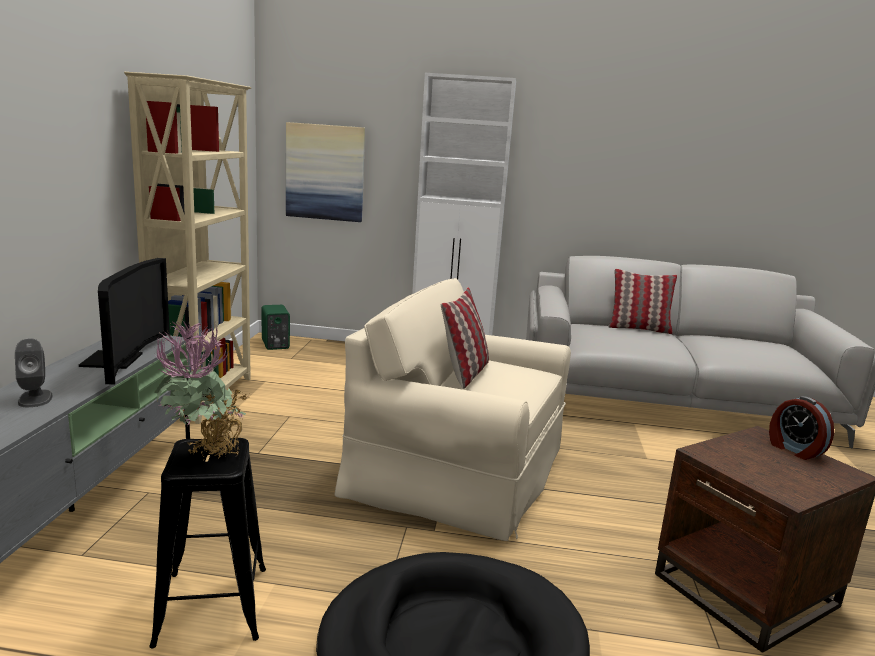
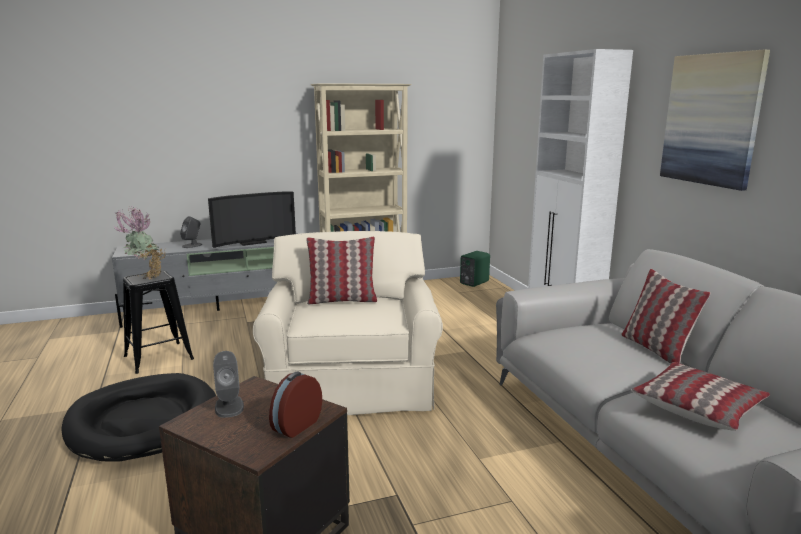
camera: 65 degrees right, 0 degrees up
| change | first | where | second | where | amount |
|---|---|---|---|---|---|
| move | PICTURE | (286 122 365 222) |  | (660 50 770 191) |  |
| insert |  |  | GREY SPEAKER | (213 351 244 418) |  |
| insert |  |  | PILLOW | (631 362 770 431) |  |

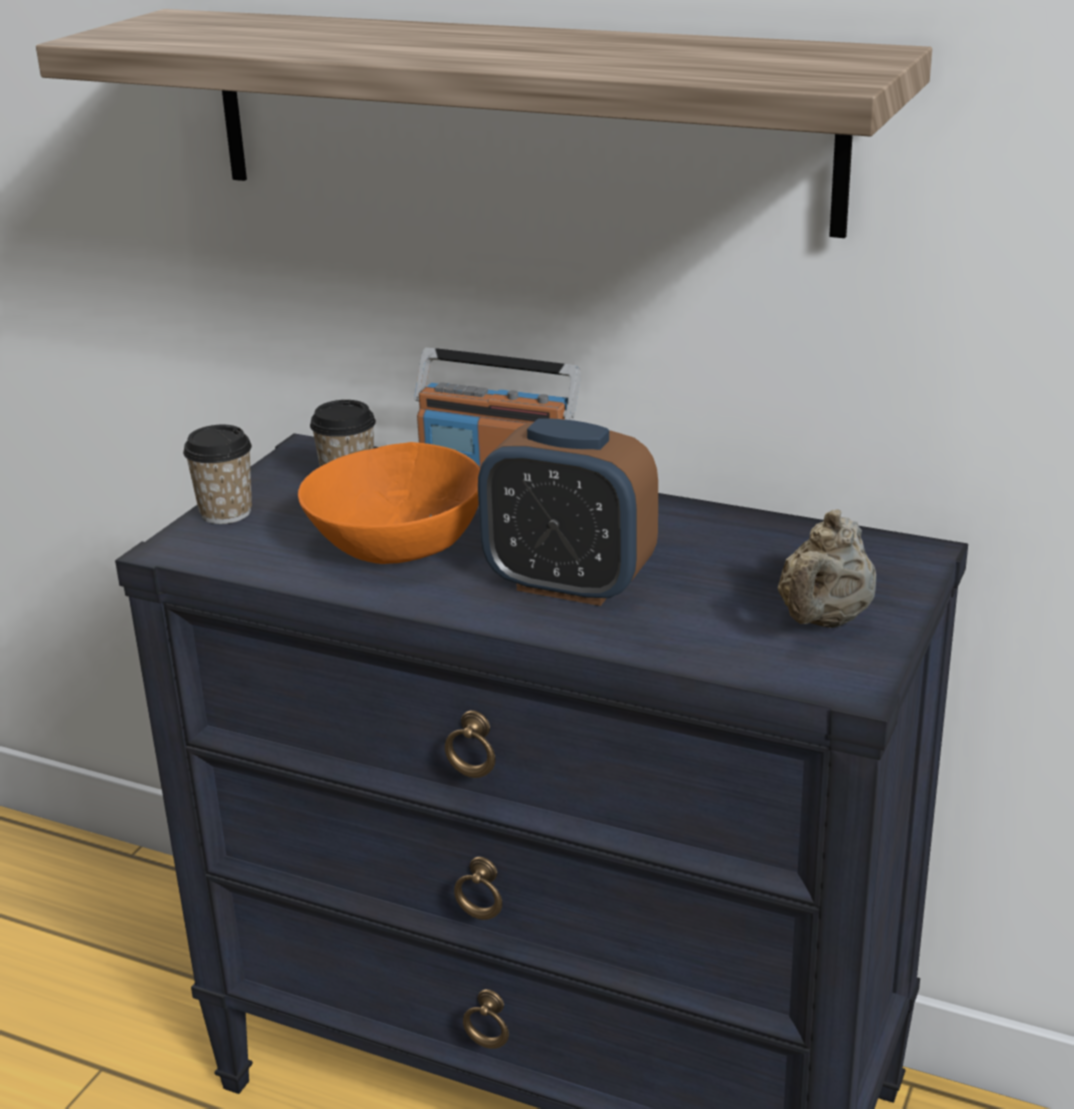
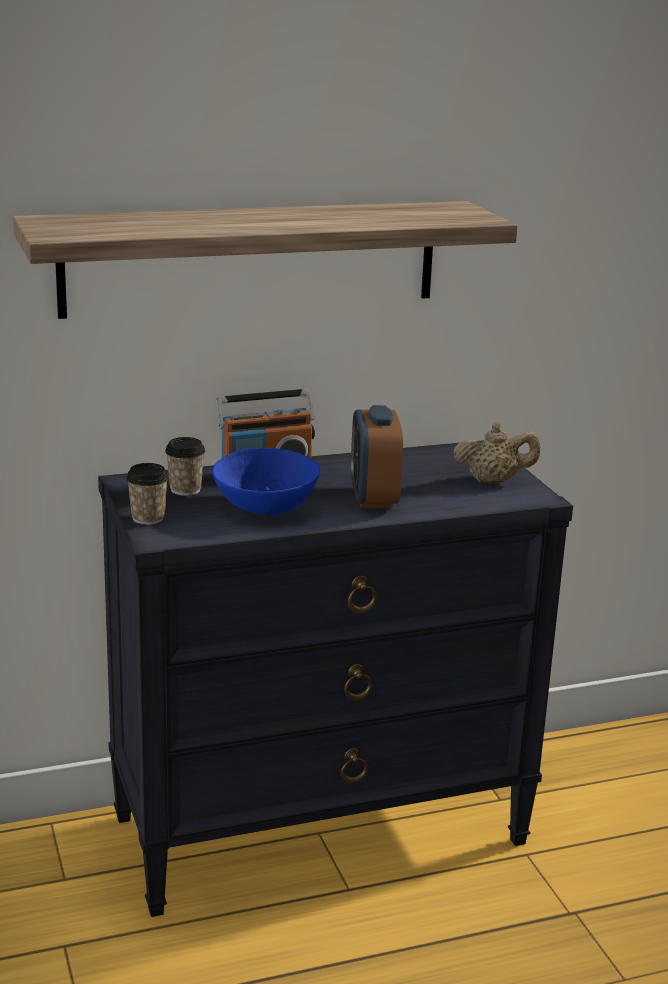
camera: 45 degrees left, 5 degrees down
| change | first | where | second | where | amount |
|---|---|---|---|---|---|
| rotate | ALARM CLOCK | (478 418 658 606) |  | (351 405 403 508) | 105 degrees clockwise |
| recolor | ORANGE BOWL | (298 442 480 564) | BLUE BOWL | (212 448 320 515) |  |
| rotate | BEIGE TEAPOT | (777 509 876 628) |  | (453 423 540 483) | 75 degrees counterclockwise |

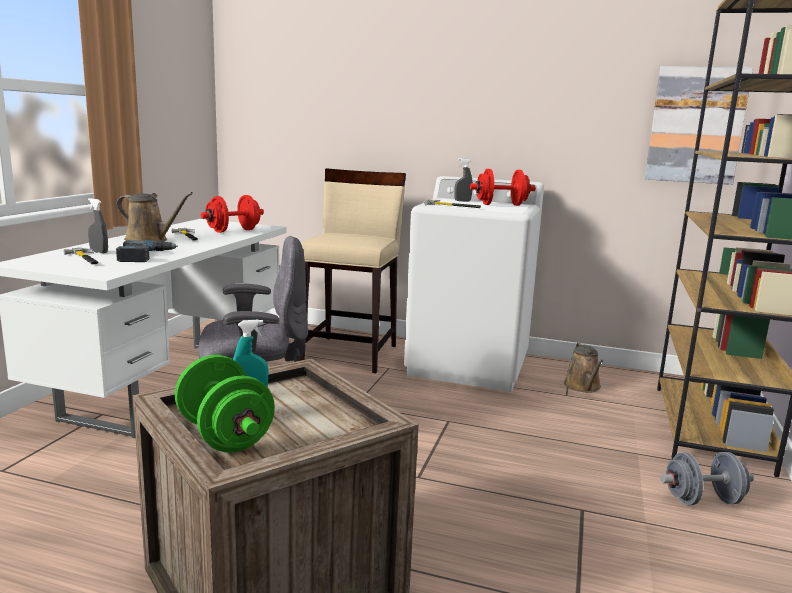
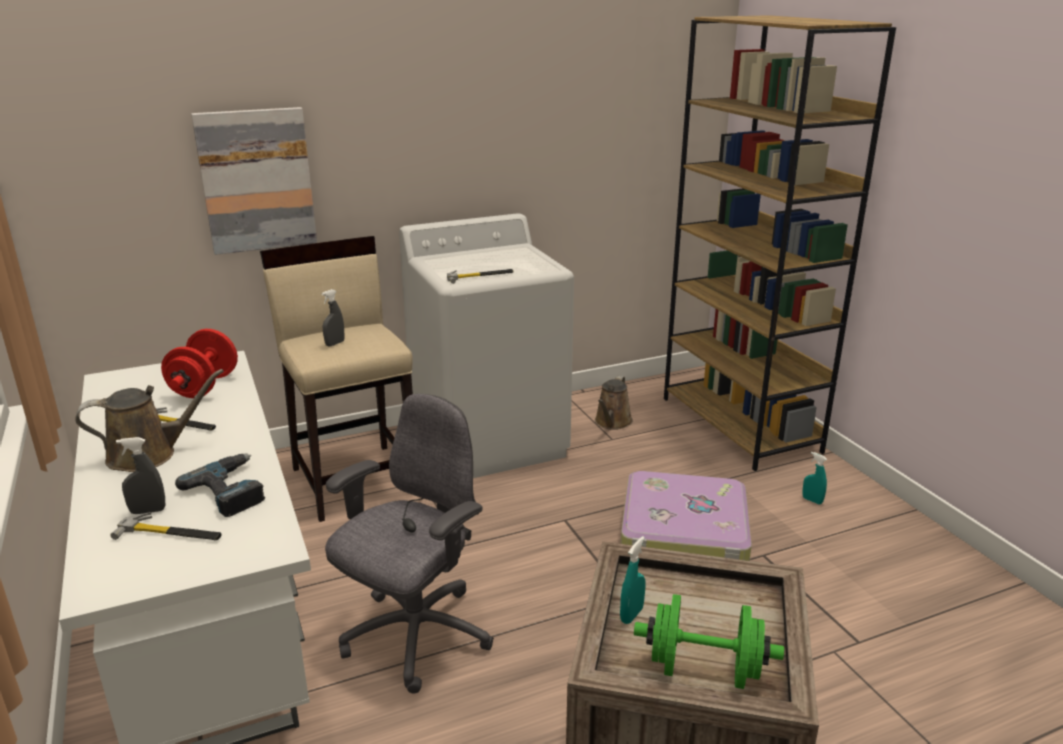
camera: 40 degrees left, 10 degrees up
| change | first | where | second | where | amount |
|---|---|---|---|---|---|
| move | PICTURE | (645 66 753 185) |  | (191 107 317 255) |  |
| move | GREY SPRAY BOTTLE | (454 158 473 201) |  | (321 289 344 347) |  |
| delete | RED DUMBBELL | (470 169 535 206) |  |  |  |
| rotate | BROWN WATERING CAN | (564 343 603 393) |  | (595 376 633 430) | 60 degrees clockwise |
| replace | GREY DUMBBELL | (661 452 754 505) | TURQUOISE SPRAY BOTTLE | (803 452 827 505) |  |
| insert |  |  | SUITCASE | (621 471 752 561) |  |

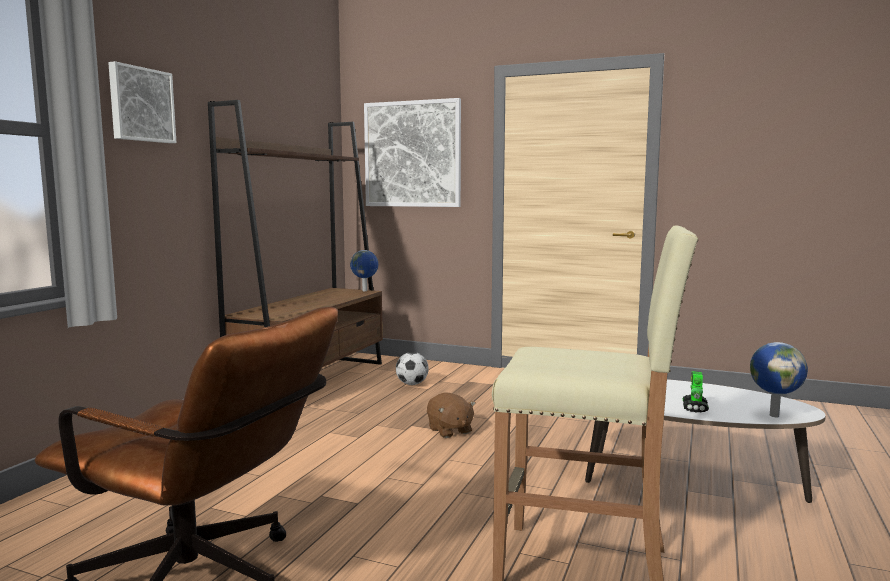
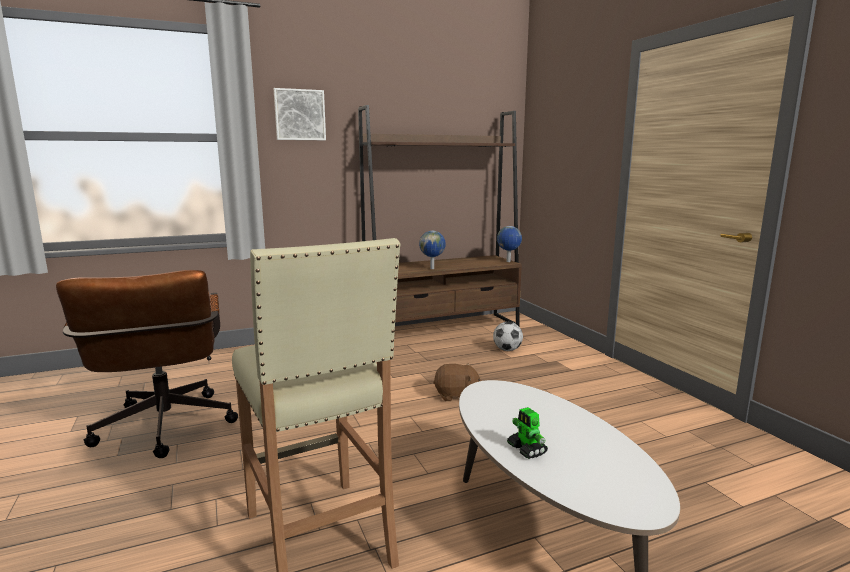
camera: 45 degrees right, 5 degrees up
| change | first | where | second | where | amount |
|---|---|---|---|---|---|
| delete | PICTURE | (364 98 461 207) |  |  |  |
| move | GLOBE | (750 342 808 417) |  | (419 231 446 269) |  |
| rotate | TOY ROBOT | (683 371 709 412) |  | (507 407 548 459) | 90 degrees counterclockwise |
| rotate | BROWN PLUSH TOY | (427 393 476 438) |  | (433 363 482 401) | 105 degrees counterclockwise |

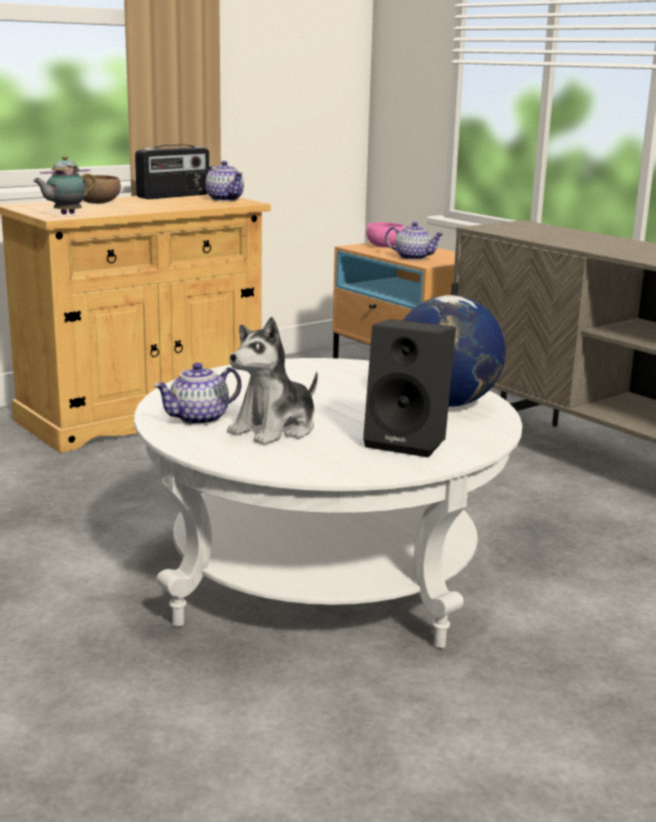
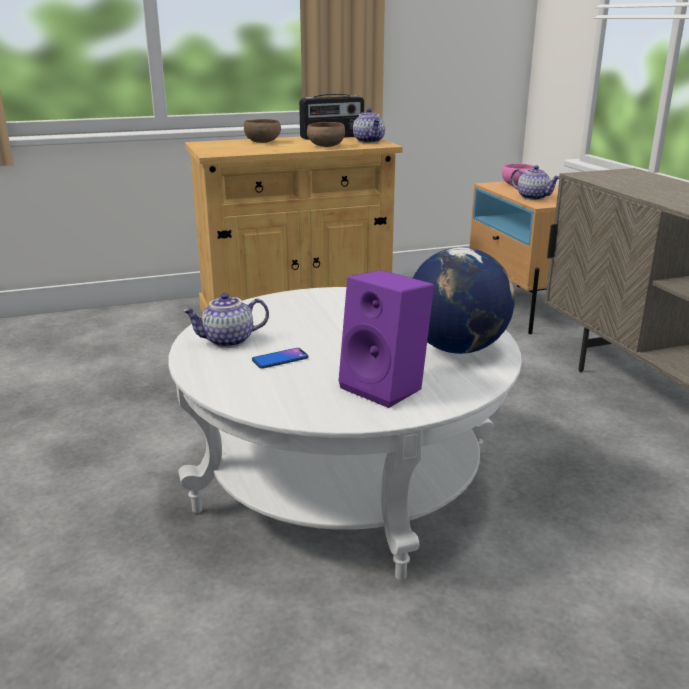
camera: 20 degrees right, 5 degrees up
| change | first | where | second | where | amount |
|---|---|---|---|---|---|
| delete | TEAPOT | (33 156 96 214) |  |  |  |
| replace | PLUSH TOY | (227 317 318 445) | PHONE | (252 348 308 369) |  |
| recolor | BLACK SPEAKER | (363 319 456 458) | PURPLE SPEAKER | (338 270 434 408) |  |
| insert |  |  | BROWN BOWL | (307 122 345 147) |  |

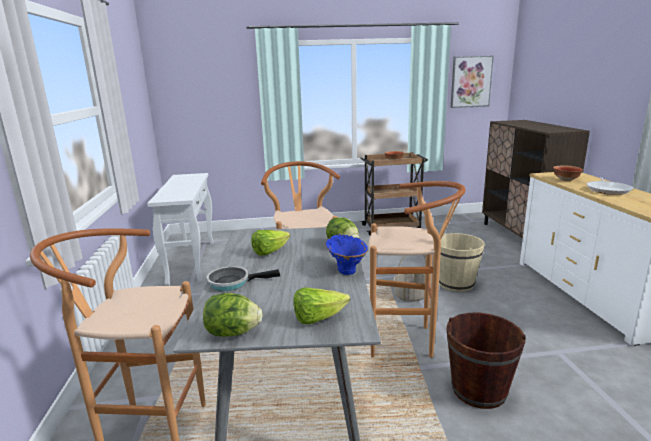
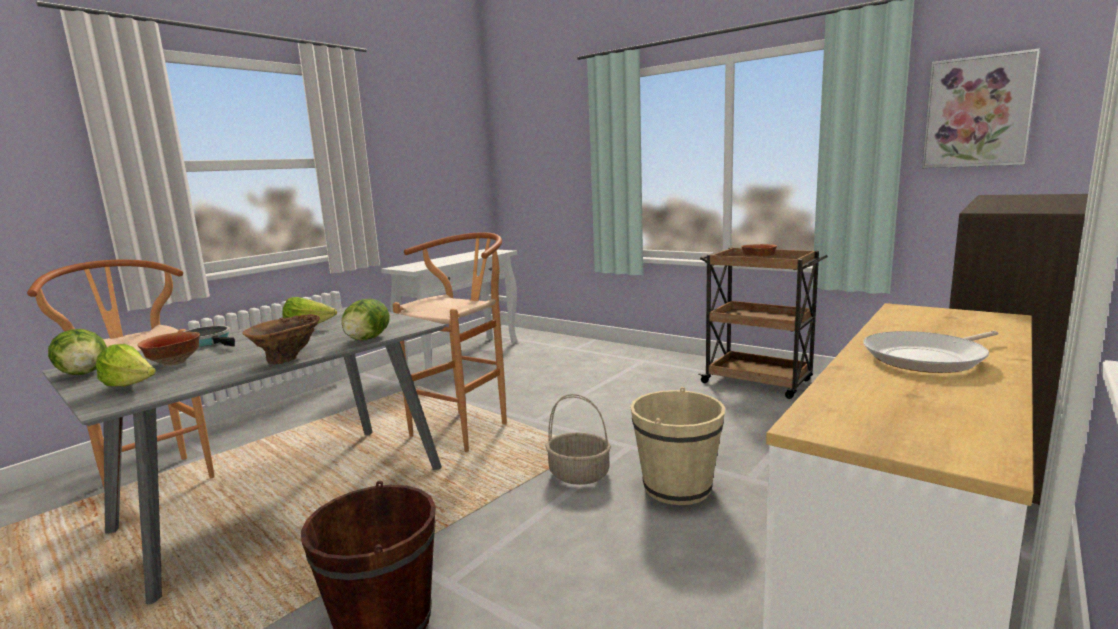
camera: 45 degrees right, 5 degrees down
| change | first | where | second | where | amount |
|---|---|---|---|---|---|
| move | BOWL | (553 165 583 181) |  | (138 332 200 365) |  |
| delete | BROWN STOOL | (369 181 466 358) |  |  |  |
| recolor | BLUE VASE | (325 235 368 275) | BROWN VASE | (242 314 320 364) |  |

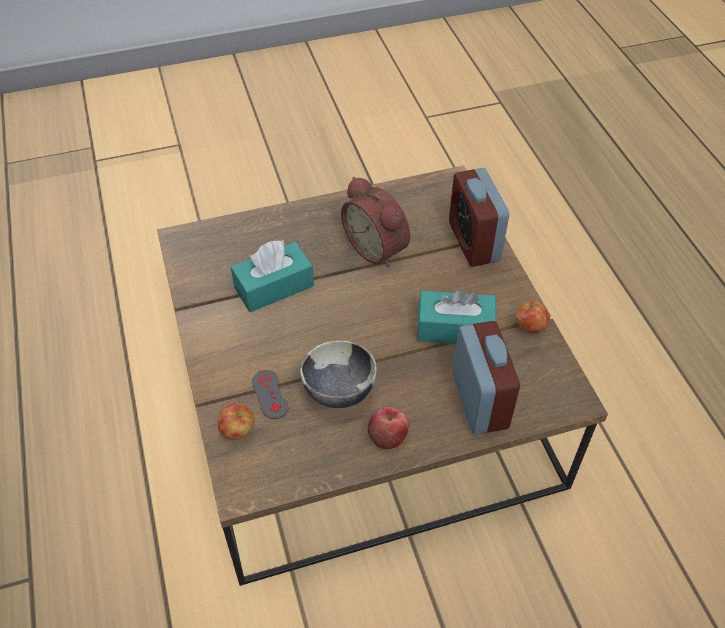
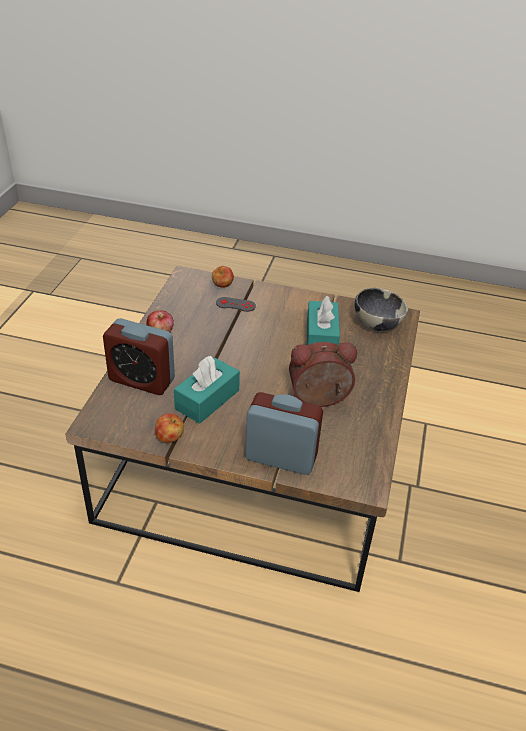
camera: 120 degrees right, 10 degrees down
| change | first | where | second | where | amount |
|---|---|---|---|---|---|
| move | BOWL | (300 340 377 408) |  | (355 288 408 331) |  |

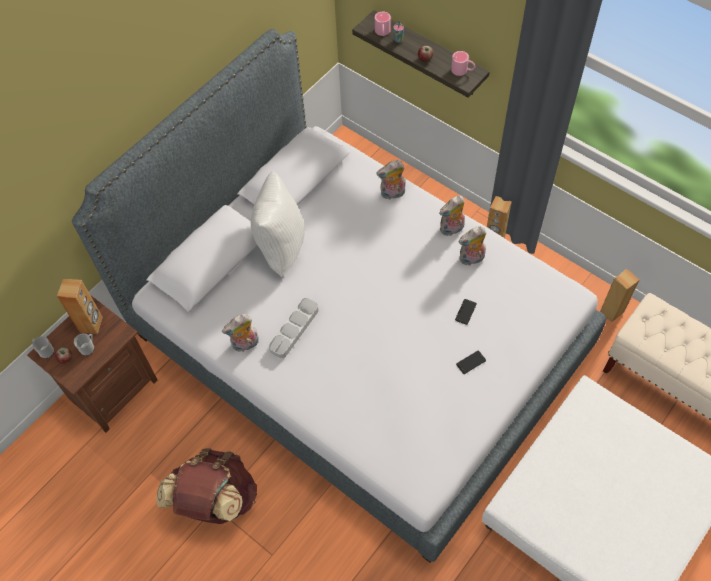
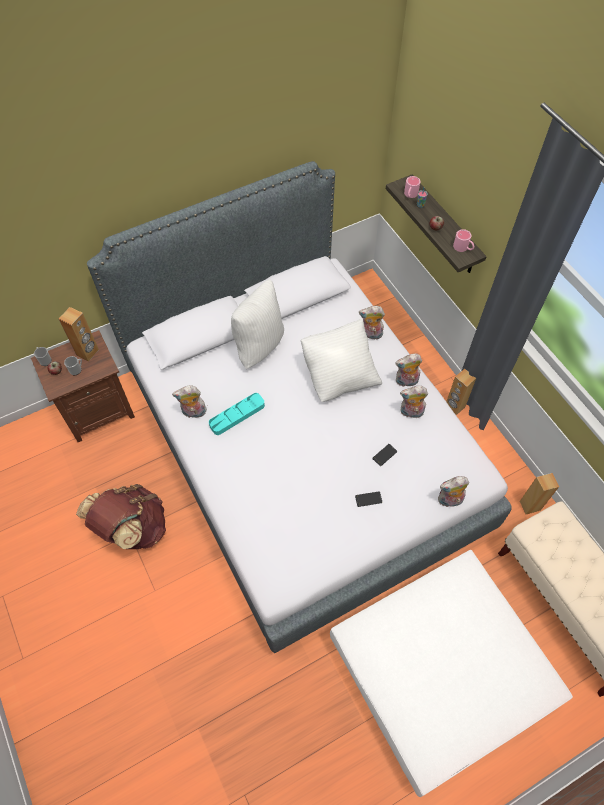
camera: 20 degrees right, 0 degrees up
| change | first | where | second | where | amount |
|---|---|---|---|---|---|
| recolor | GREY TRAY | (269 298 319 359) | TURQUOISE TRAY | (209 393 265 435) |  |
| insert |  |  | WHITE PILLOW | (301 318 382 402) |  |
| insert |  |  | PLUSH TOY | (438 476 469 507) |  |

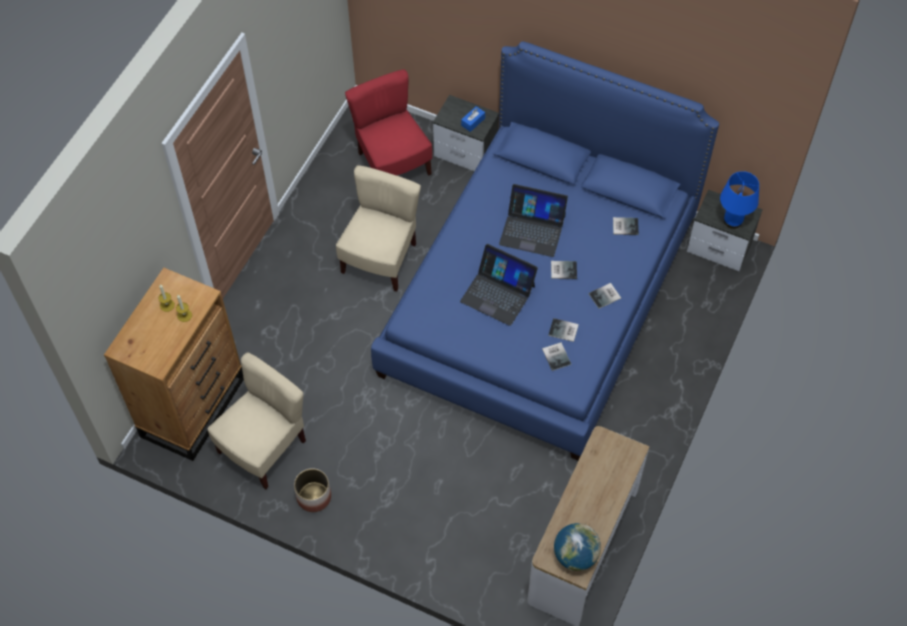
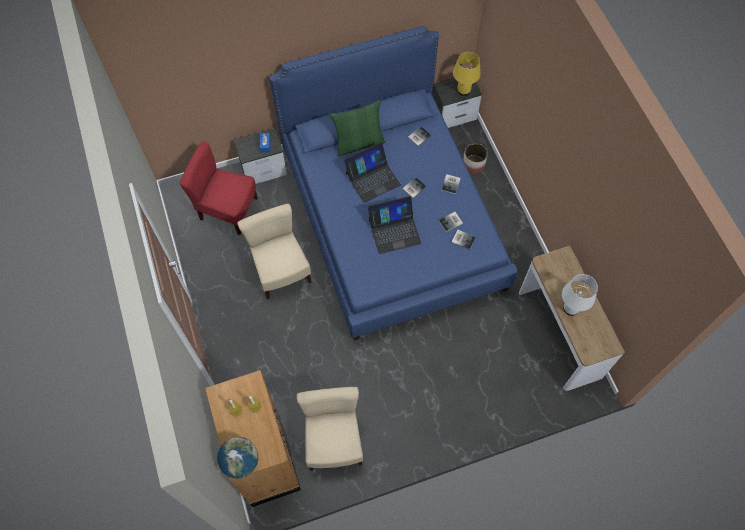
camera: 45 degrees left, 5 degrees up
| change | first | where | second | where | amount |
|---|---|---|---|---|---|
| recolor | BLUE TABLE LAMP | (720 171 759 229) | YELLOW TABLE LAMP | (453 52 481 96) |  |
| move | PLANTER | (294 468 331 512) |  | (463 143 488 173) |  |
| move | GLOBE | (554 523 601 571) |  | (217 437 258 478) |  |
| insert |  |  | GREEN PILLOW | (330 100 385 157) |  |
| insert |  |  | WHITE TABLE LAMP | (562 274 598 316) |  |

